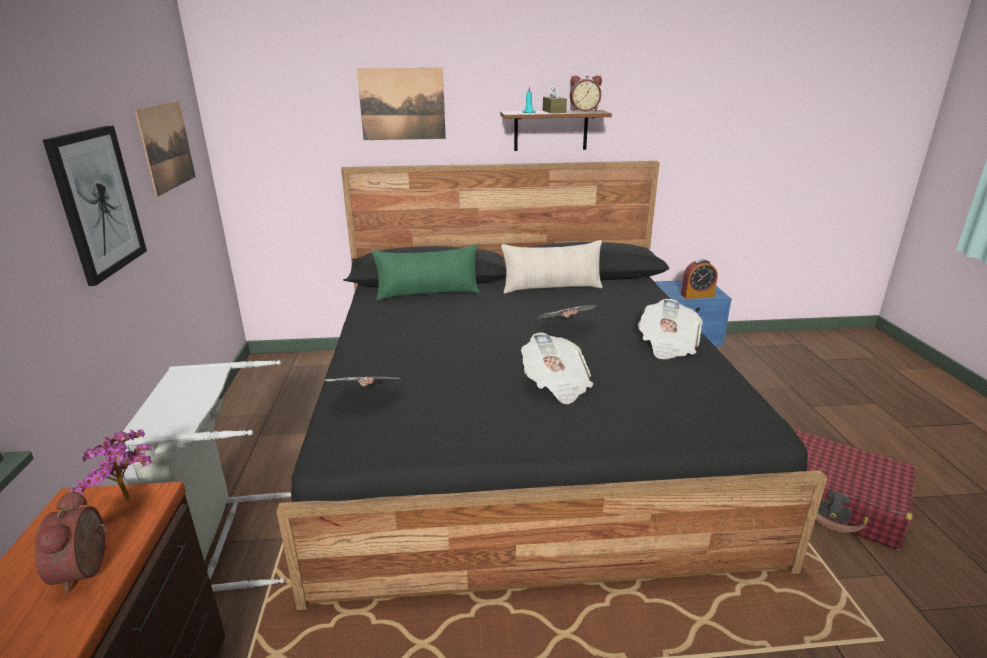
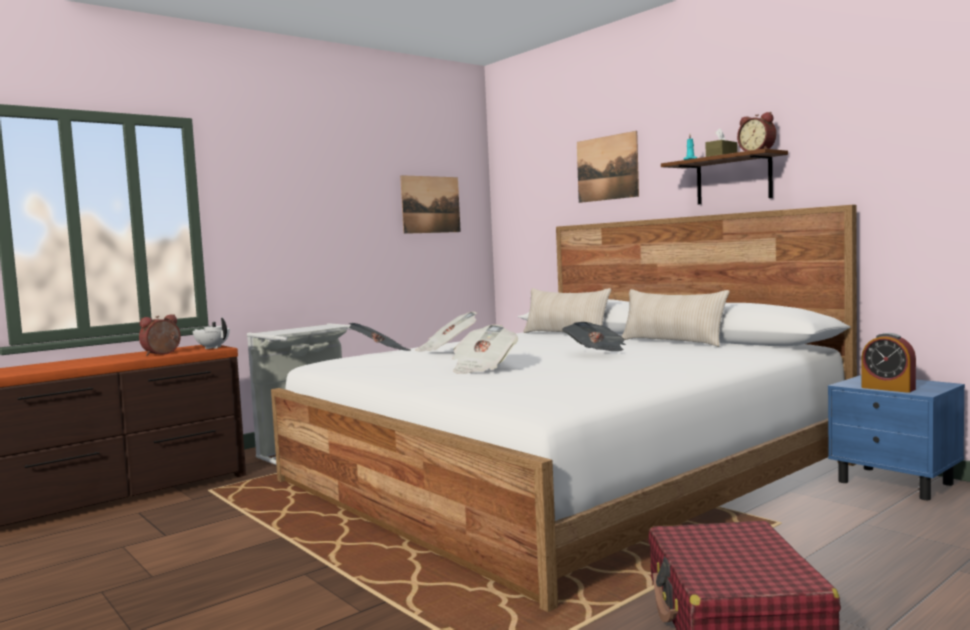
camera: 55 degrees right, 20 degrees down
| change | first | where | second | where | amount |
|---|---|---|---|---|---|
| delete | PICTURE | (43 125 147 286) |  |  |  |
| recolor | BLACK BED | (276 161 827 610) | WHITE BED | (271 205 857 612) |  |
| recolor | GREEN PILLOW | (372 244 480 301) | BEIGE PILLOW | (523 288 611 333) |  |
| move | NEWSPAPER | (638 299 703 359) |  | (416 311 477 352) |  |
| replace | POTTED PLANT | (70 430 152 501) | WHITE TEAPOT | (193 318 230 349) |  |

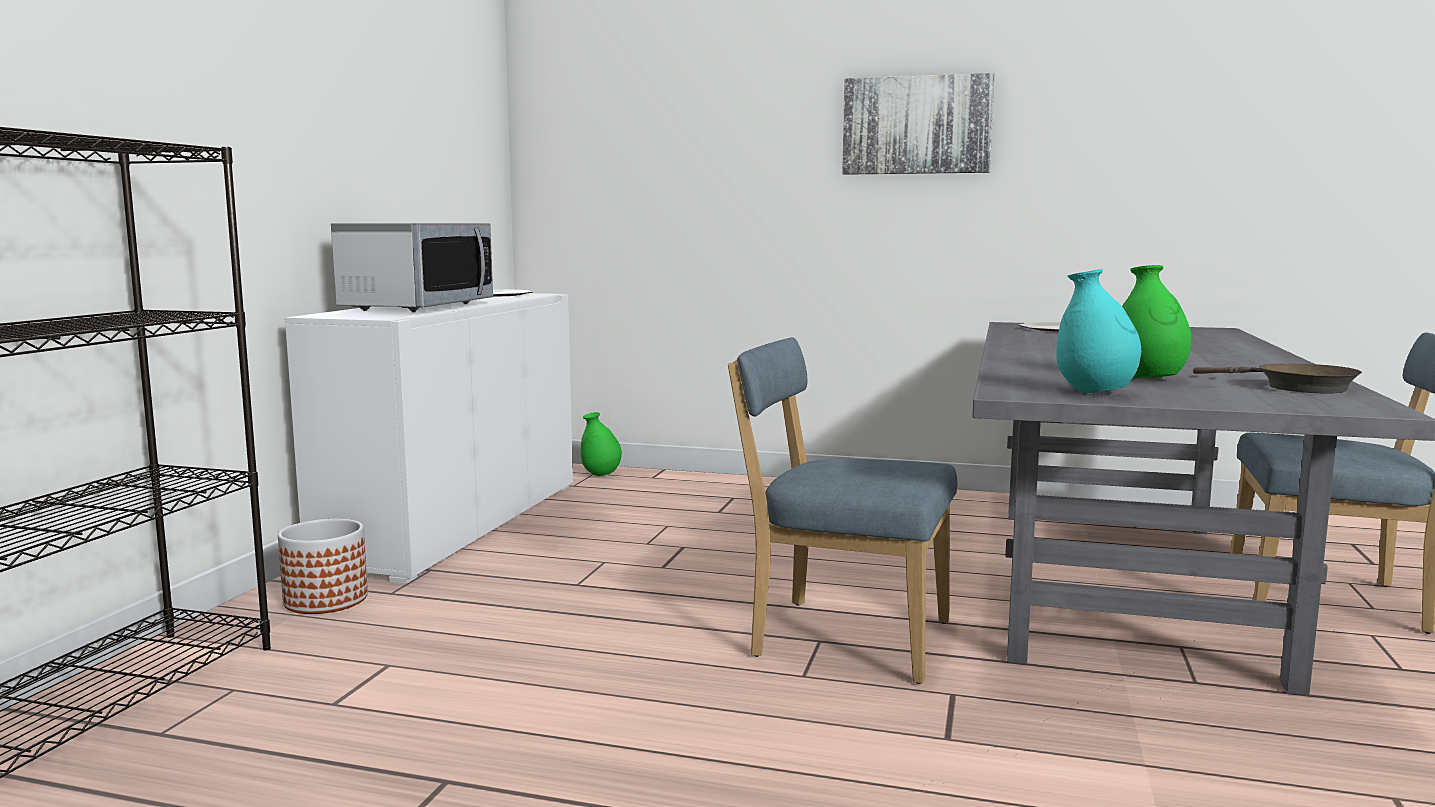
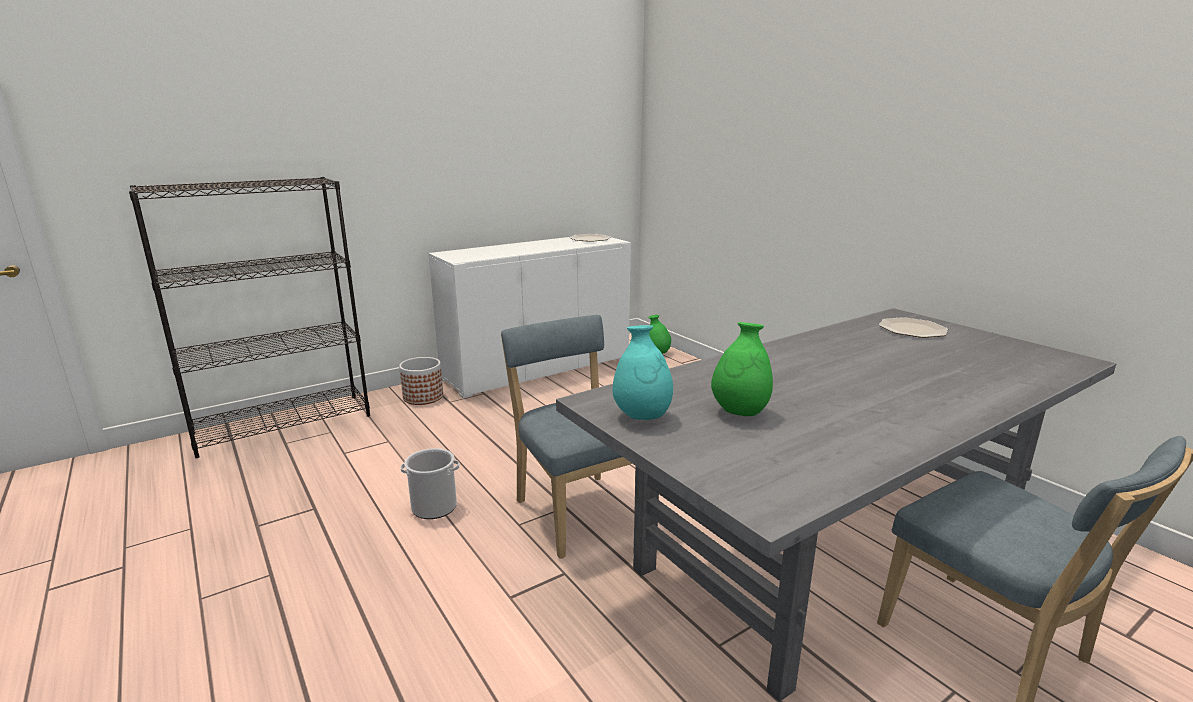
camera: 40 degrees right, 10 degrees up
| change | first | where | second | where | amount |
|---|---|---|---|---|---|
| delete | PICTURE | (842 73 994 175) |  |  |  |
| delete | MICROWAVE | (331 223 493 312) |  |  |  |
| delete | BROWN FRYING PAN | (1193 363 1362 394) |  |  |  |
| insert |  |  | BUCKET | (400 448 460 519) |  |

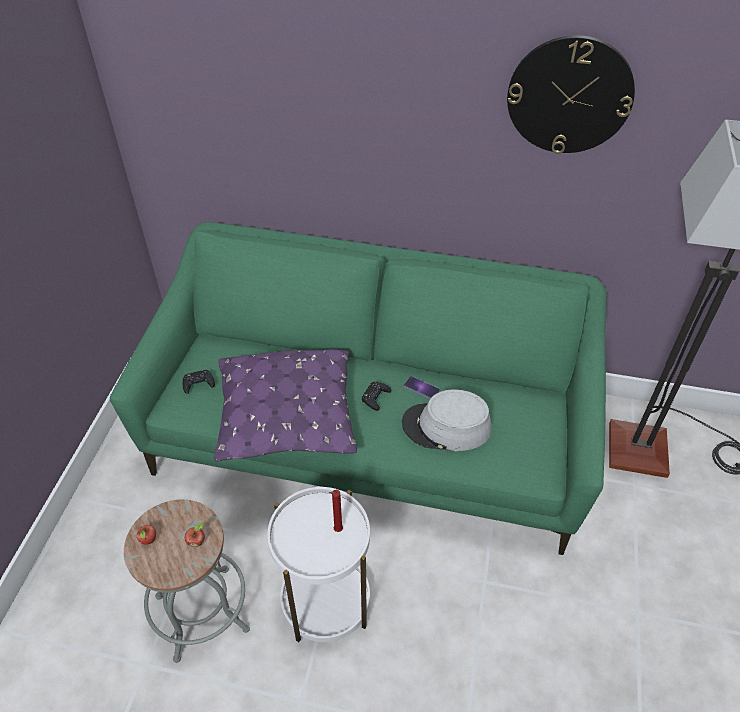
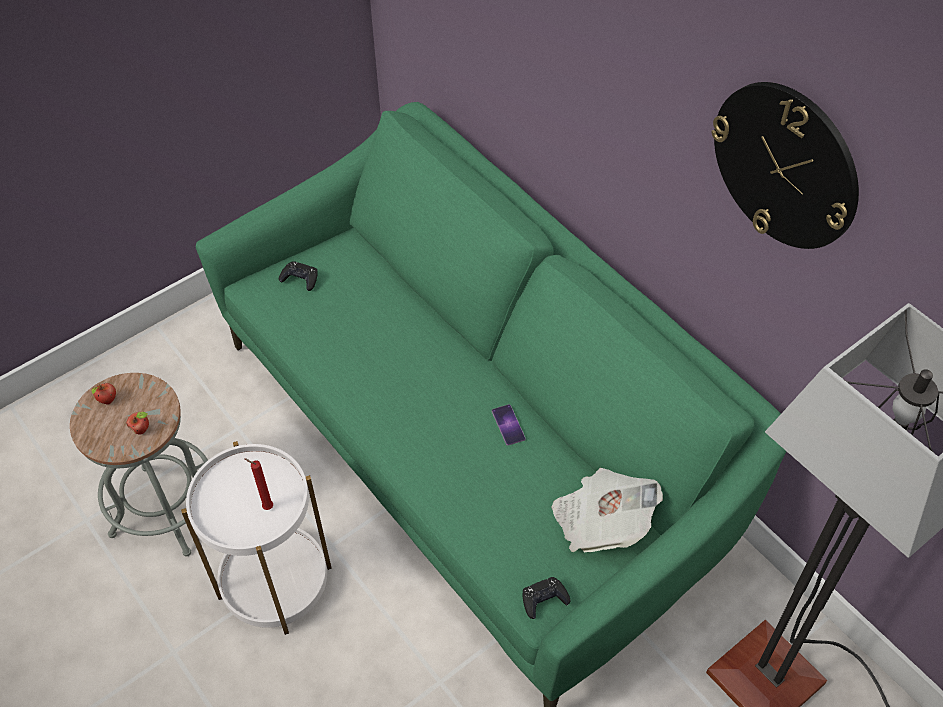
camera: 40 degrees right, 5 degrees up
| change | first | where | second | where | amount |
|---|---|---|---|---|---|
| delete | PURPLE PILLOW | (214 349 357 462) |  |  |  |
| move | BLACK GAME CONTROLLER | (362 382 392 411) |  | (523 577 570 619) |  |
| delete | GREY HAT | (402 389 491 451) |  |  |  |
| insert |  |  | NEWSPAPER | (551 468 663 552) |  |

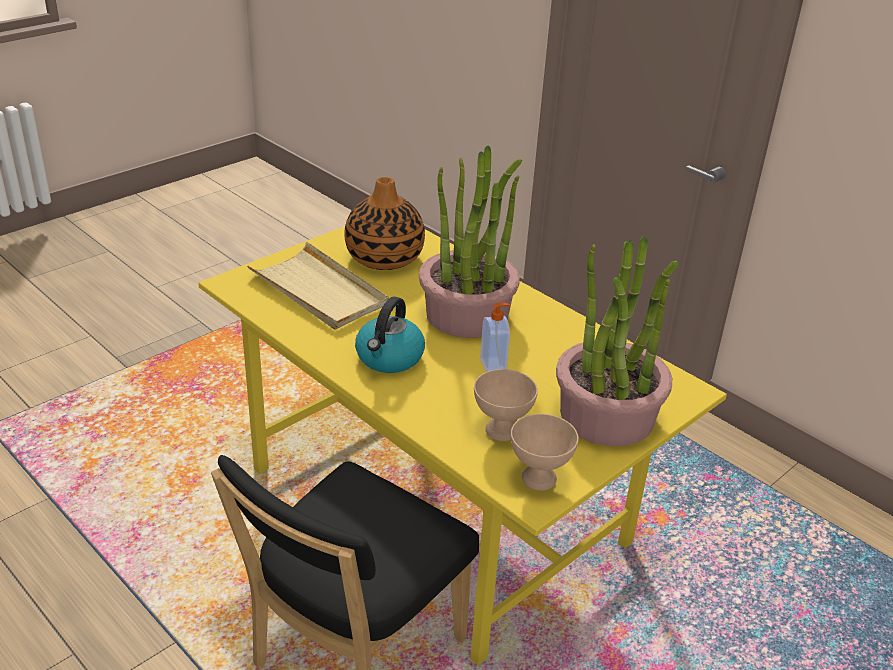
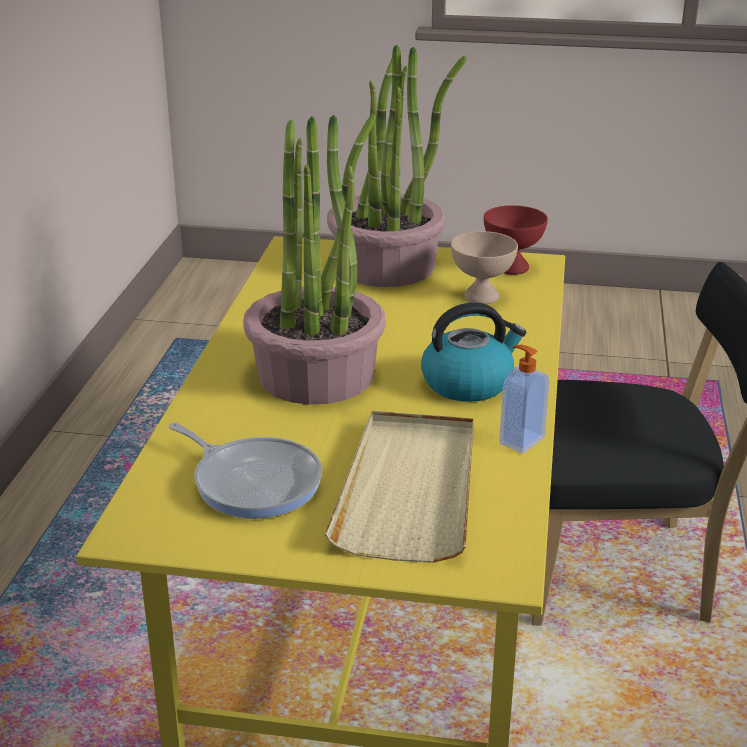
camera: 125 degrees left, 5 degrees down
| change | first | where | second | where | amount |
|---|---|---|---|---|---|
| replace | VASE | (344 177 425 270) | FRYING PAN | (168 423 322 518) |  |
| move | SOAP DISPENSER | (480 303 511 372) |  | (499 345 549 453) |  |
| recolor | BEIGE BOWL | (511 414 579 491) | RED BOWL | (484 205 548 275) |  |

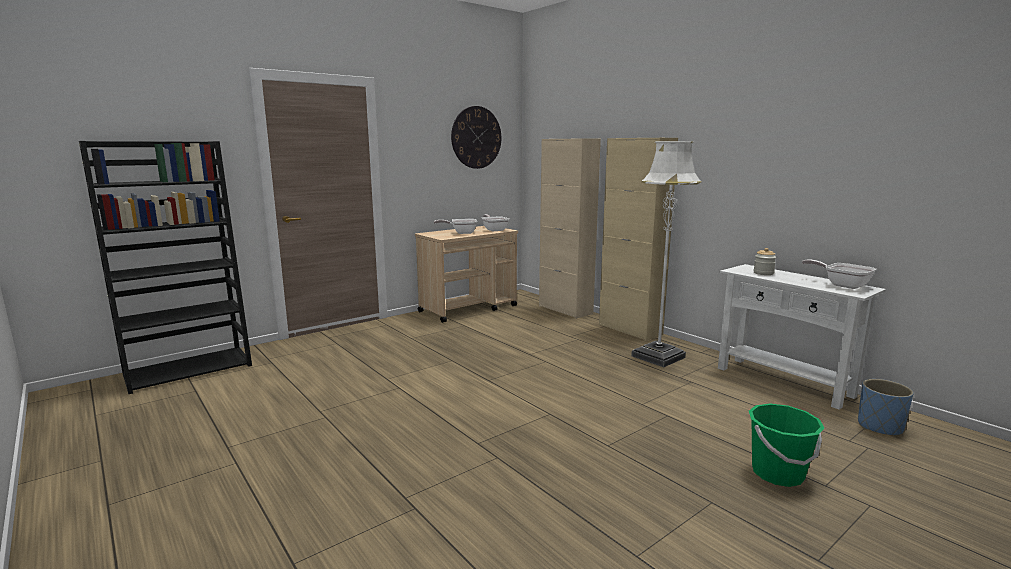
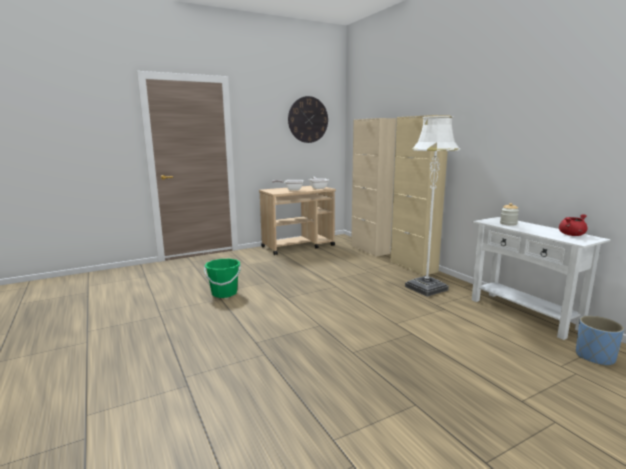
camera: 10 degrees right, 0 degrees up
| change | first | where | second | where | amount |
|---|---|---|---|---|---|
| delete | BLACK BOOKCASE | (79 141 252 394) |  |  |  |
| replace | FRYING PAN | (802 259 876 289) | RED COOKING POT | (559 214 588 236) |  |
| move | GREEN BUCKET | (749 404 824 487) |  | (204 259 241 298) |  |

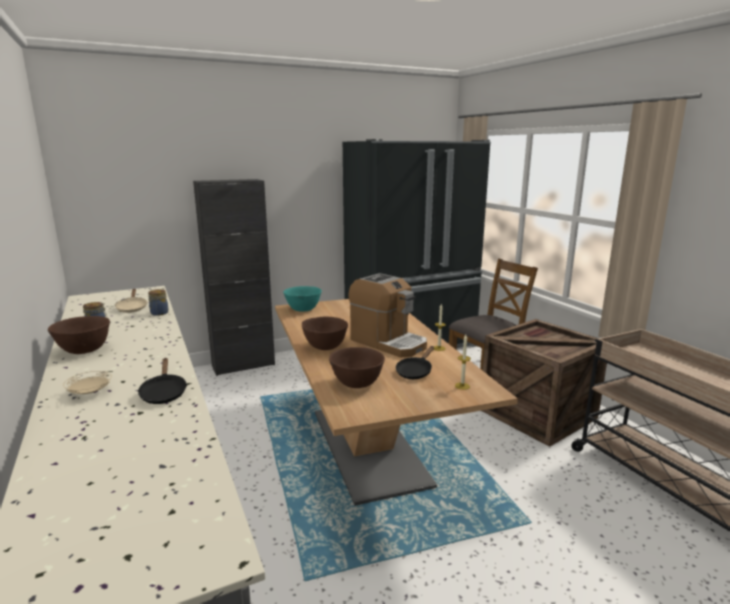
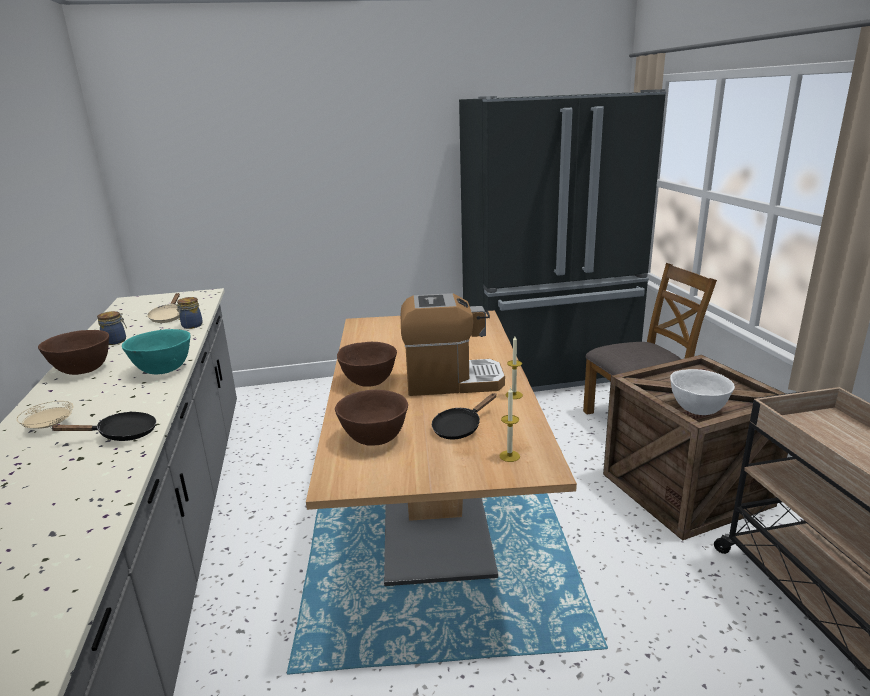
camera: 15 degrees right, 5 degrees up
| change | first | where | second | where | amount |
|---|---|---|---|---|---|
| delete | BLACK CABINET | (193 179 275 376) |  |  |  |
| rotate | COFFEE MACHINE | (348 273 427 358) |  | (401 293 505 396) | 60 degrees counterclockwise |
| move | TURQUOISE BOWL | (283 286 322 312) |  | (122 329 191 374) |  |
| rotate | BLACK FRYING PAN | (137 358 187 404) |  | (50 411 156 441) | 105 degrees counterclockwise |
| insert |  |  | WHITE BOWL | (670 369 735 415) |  |

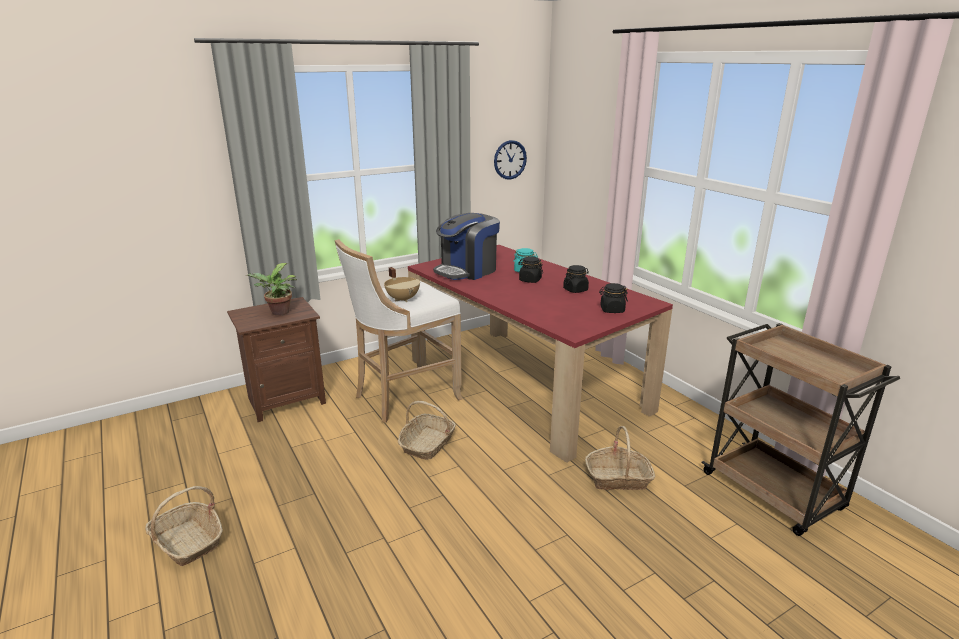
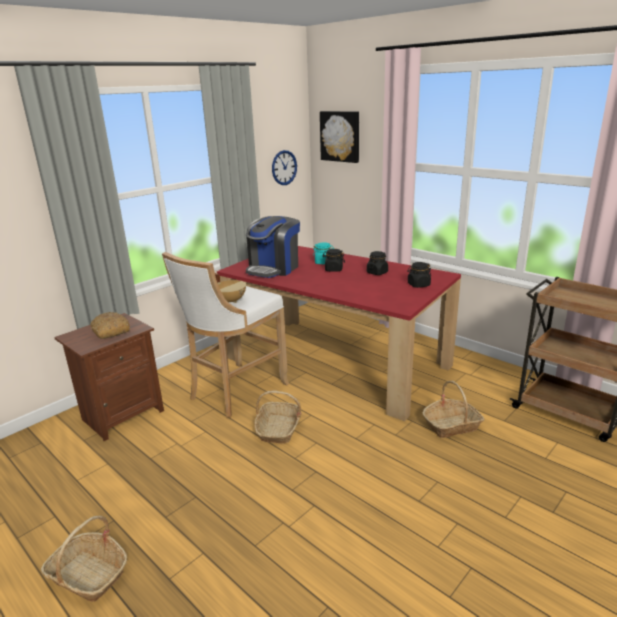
camera: 15 degrees left, 0 degrees up
| change | first | where | second | where | amount |
|---|---|---|---|---|---|
| replace | POTTED PLANT | (246 263 297 316) | BREAD | (91 312 130 339) |  |
| insert |  |  | PICTURE | (320 111 359 163) |  |

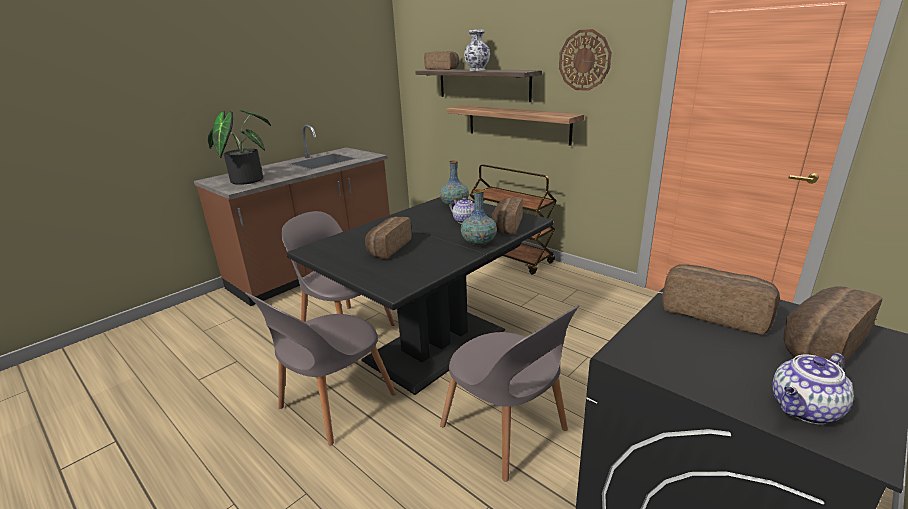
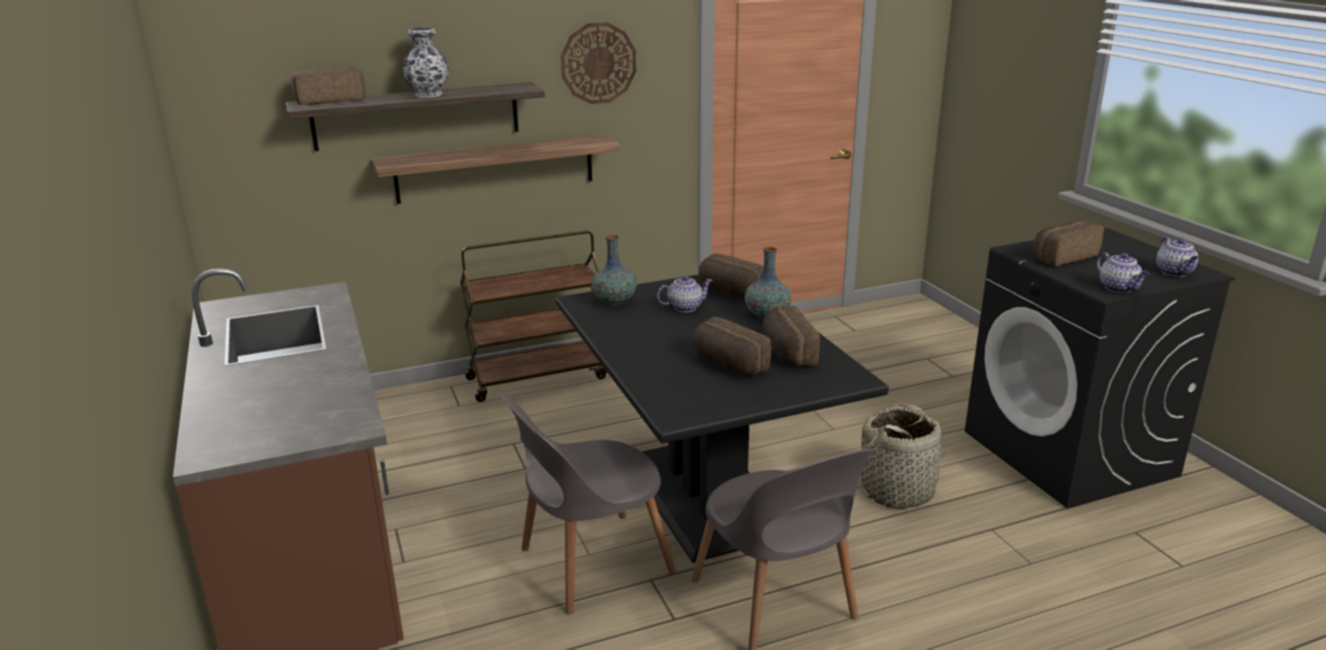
camera: 65 degrees left, 0 degrees up
| change | first | where | second | where | amount |
|---|---|---|---|---|---|
| delete | POTTED PLANT | (208 110 271 185) |  |  |  |
| move | BREAD | (783 286 882 362) |  | (763 306 820 367) |  |
| replace | GREY CHAIR | (440 305 579 482) | BASKET | (861 403 947 509) |  |
| insert |  |  | TEAPOT | (1096 252 1149 293) |  |

